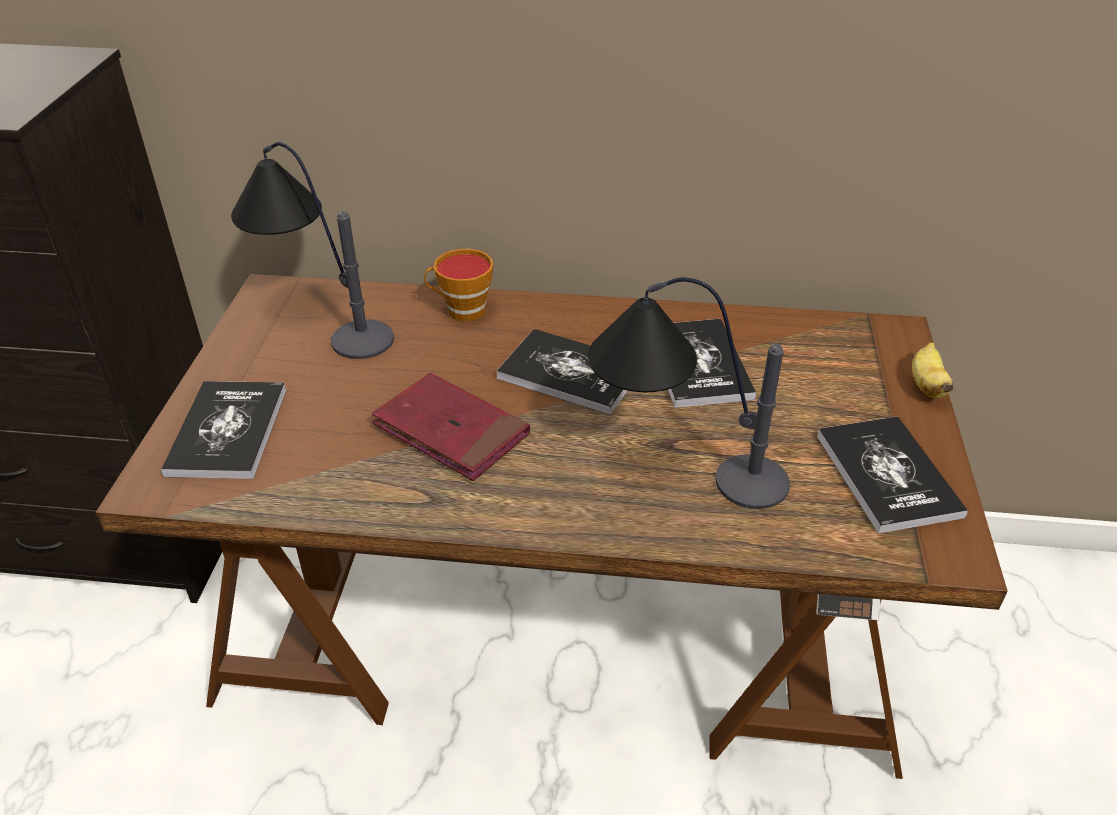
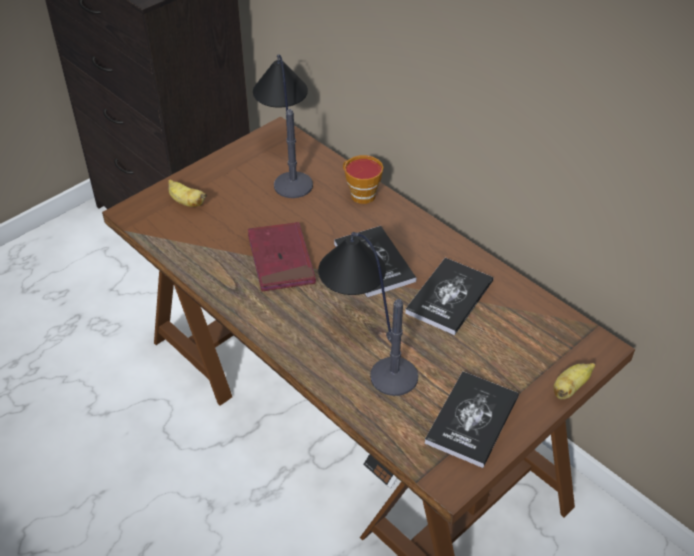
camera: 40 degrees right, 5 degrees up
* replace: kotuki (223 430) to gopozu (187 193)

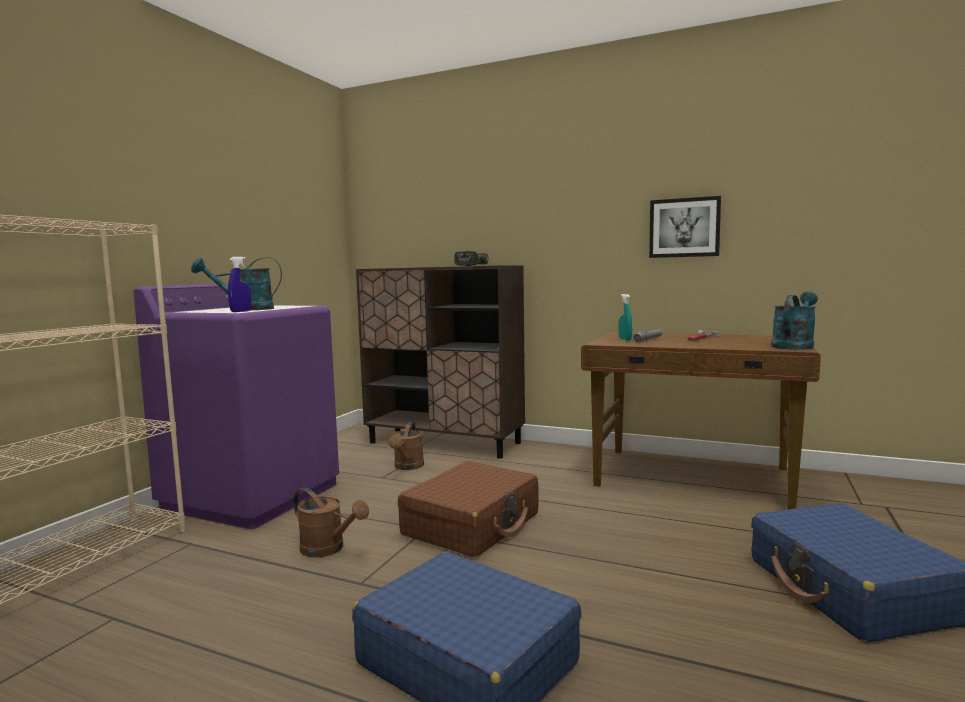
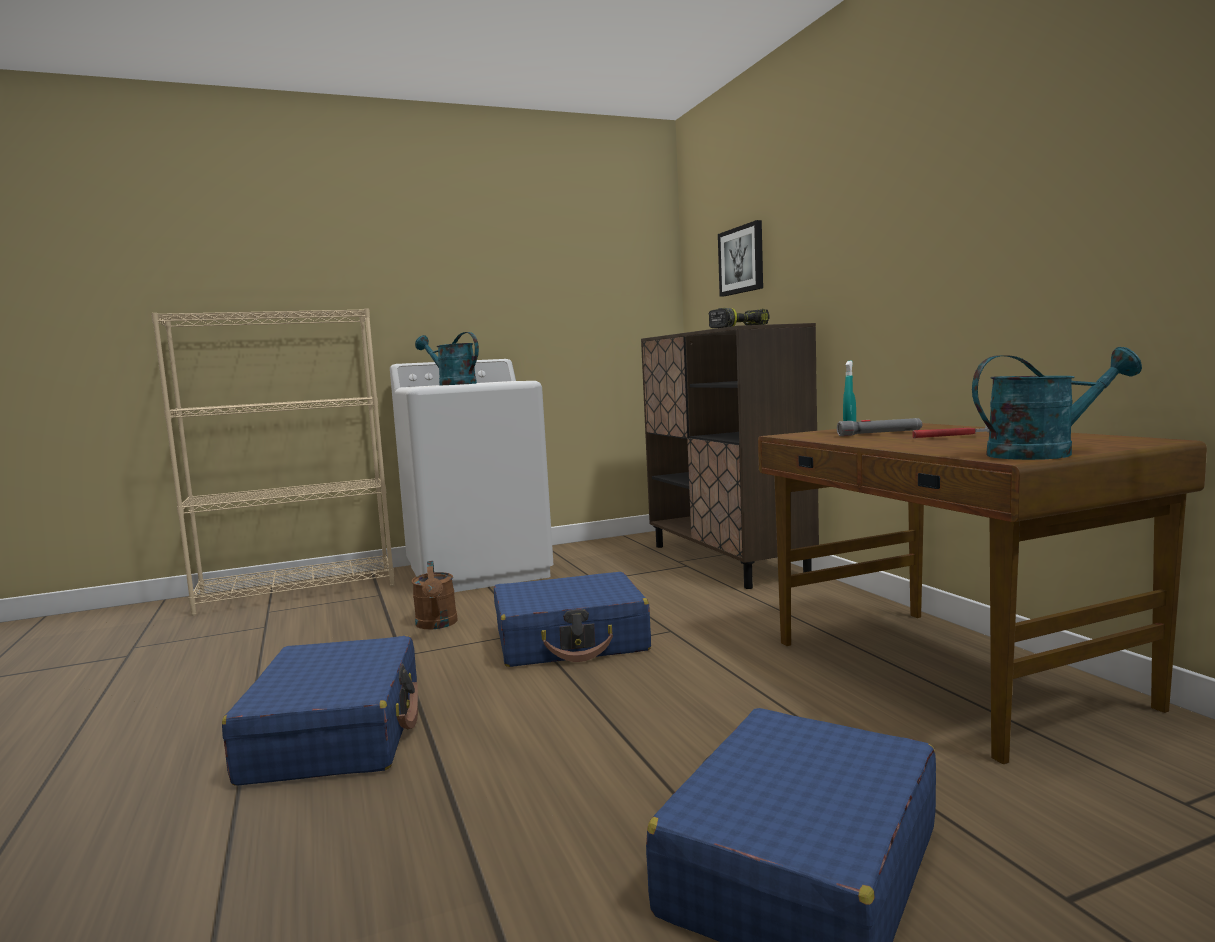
camera: 45 degrees right, 0 degrees up
* move: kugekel (685 227) to (740 258)
* delete: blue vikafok (239 284)
* recolor: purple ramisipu (236 406) to white ramisipu (472 475)
* delete: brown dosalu (406 446)
* recolor: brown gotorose (468 509) to blue gotorose (572 619)

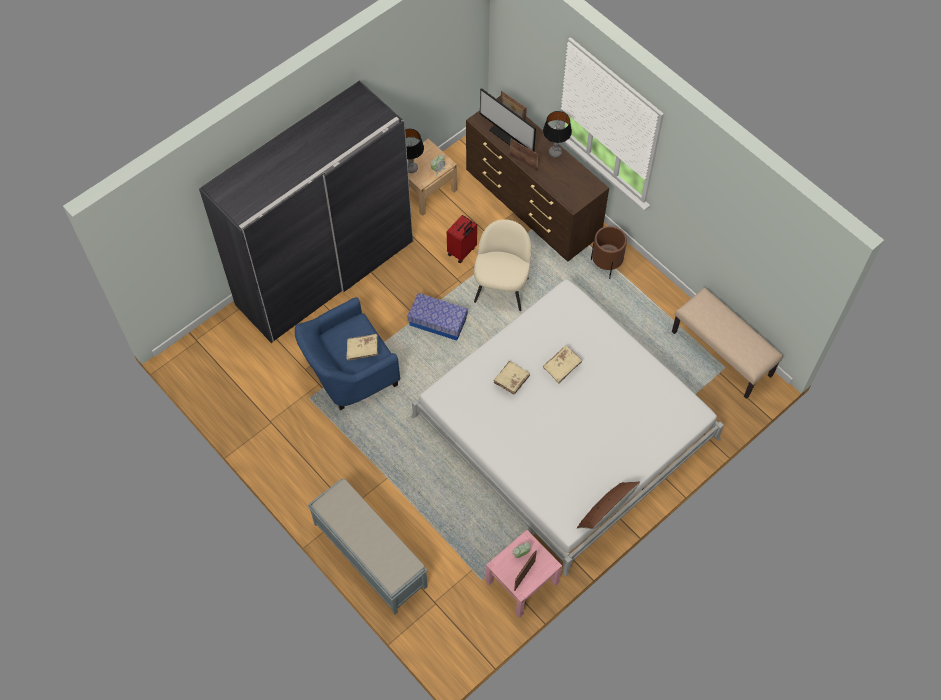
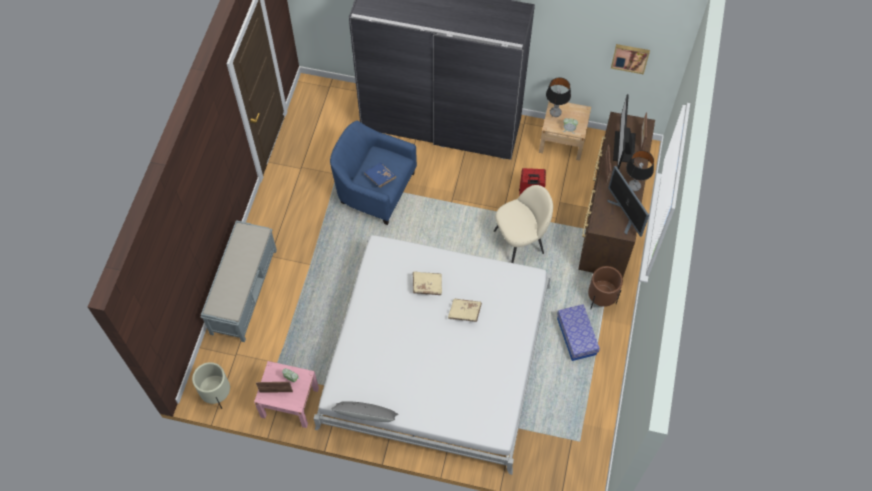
camera: 55 degrees right, 0 degrees up
* delete: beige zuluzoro (727 343)
* move: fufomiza (437 317) to (578 332)
* recolor: beige kotuki (362 347) to blue kotuki (380 175)
* recolor: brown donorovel (608 505) to grey donorovel (365 411)
* insert: kugekel (630 59)
* insert: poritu (628 201)
* insert: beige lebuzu (211 385)

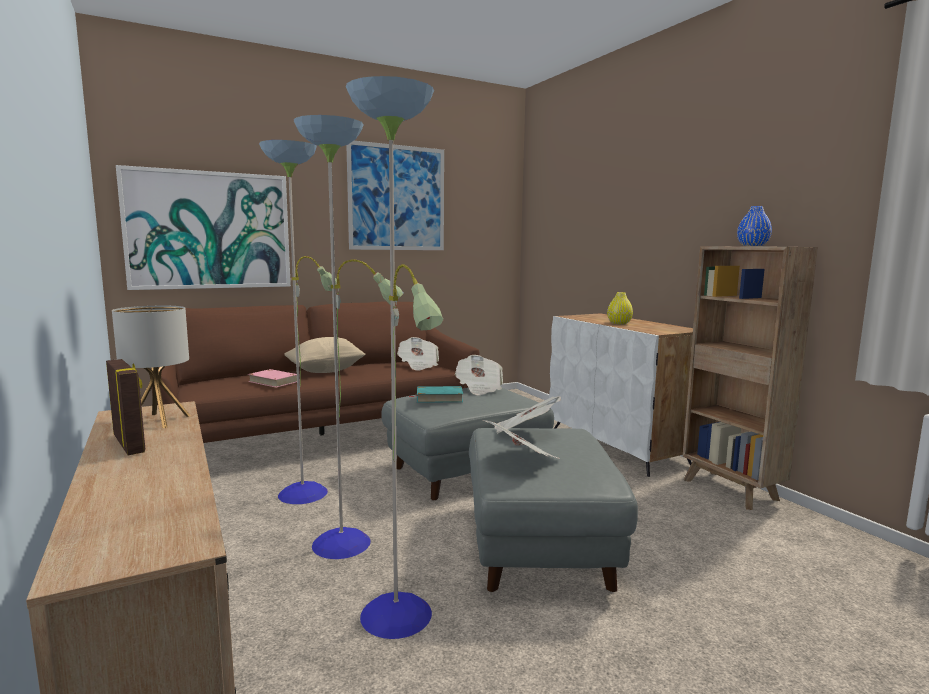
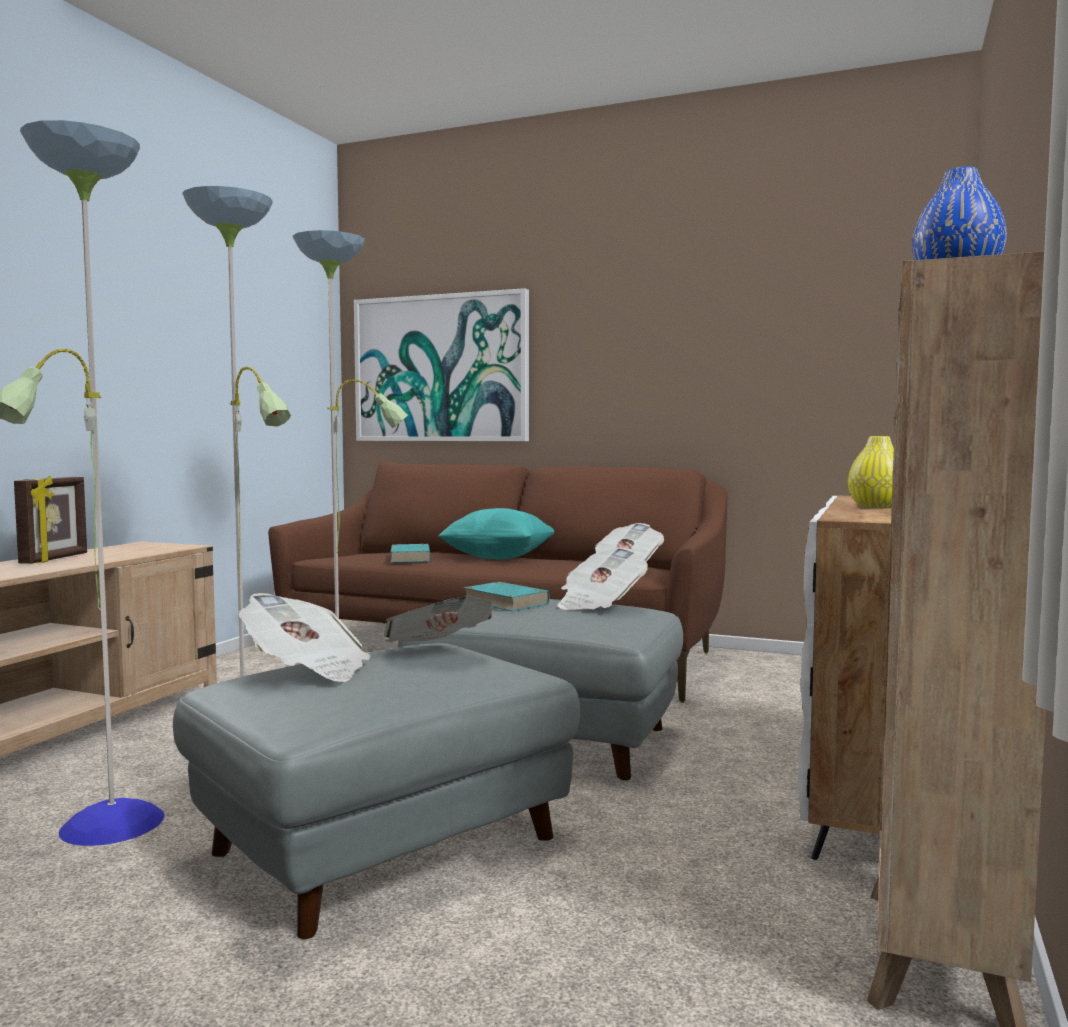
camera: 50 degrees right, 5 degrees down
* delete: kugekel (395 195)
* delete: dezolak (151 367)
* recolor: beige donorovel (324 355) to turquoise donorovel (496 533)
* recolor: pink kotuki (272 378) to turquoise kotuki (410 553)

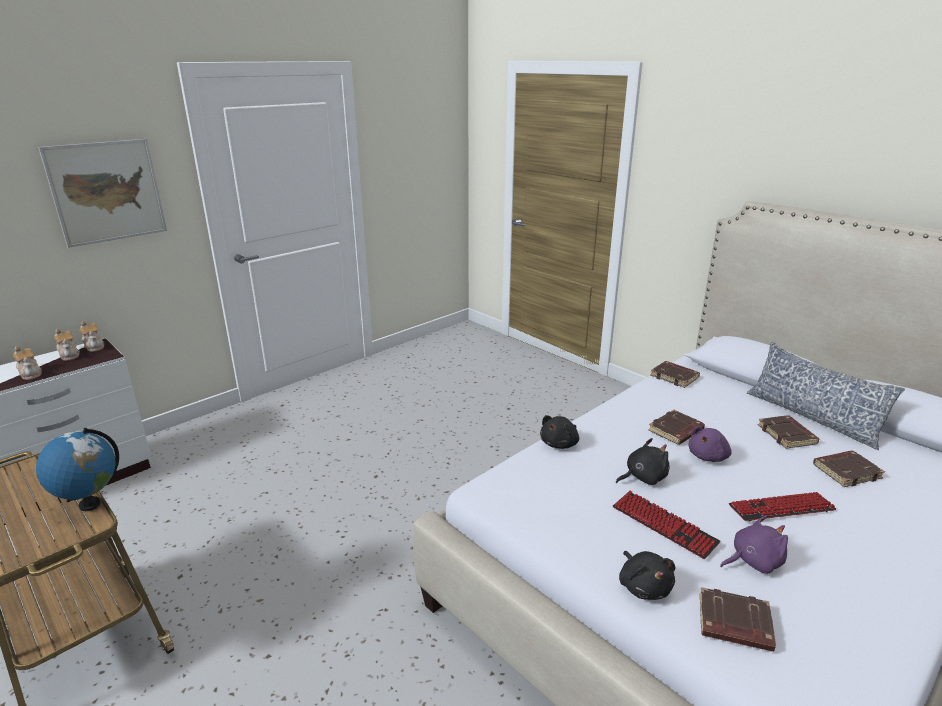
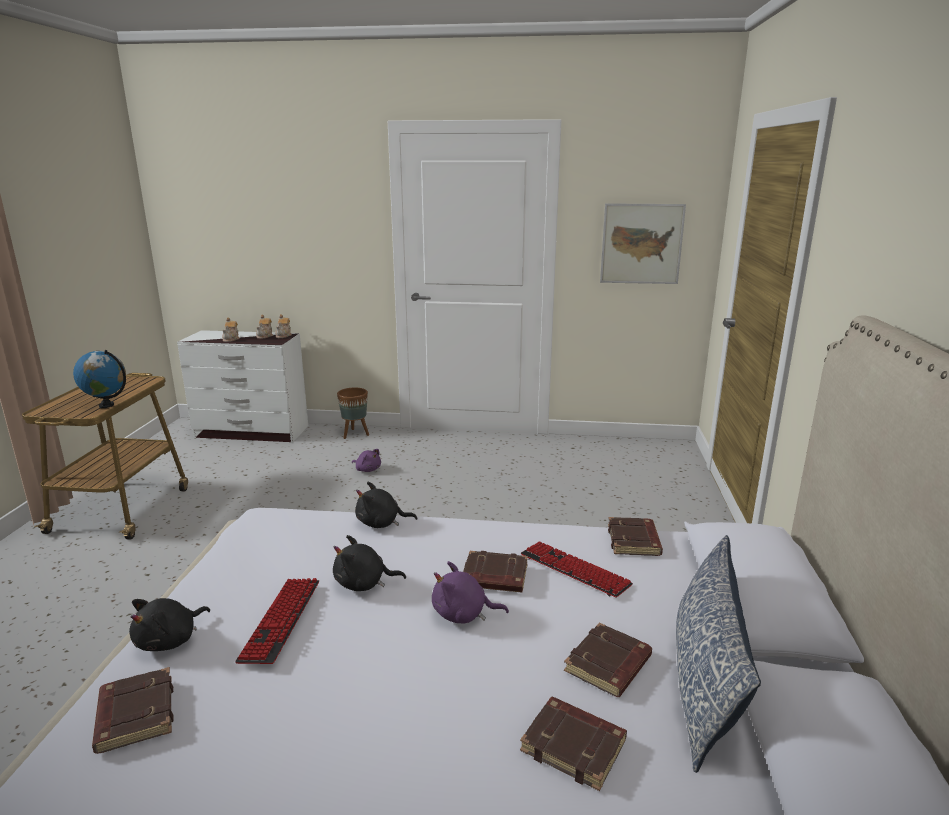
camera: 50 degrees right, 5 degrees down
* move: kugekel (102 193) to (643 243)
* rotate: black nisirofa (642 461) = (369 563) 150 degrees clockwise
* move: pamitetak (782 506) to (577 569)
* move: purple nisirofa (754 544) to (366 460)
* insert: brown lebuzu (353 413)

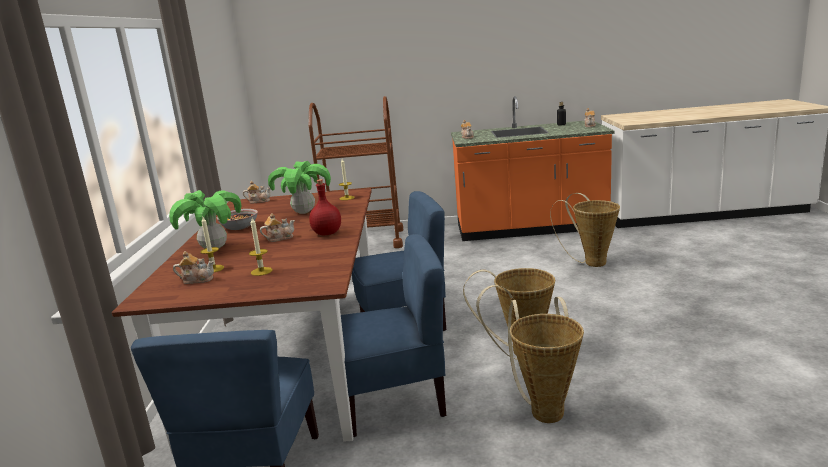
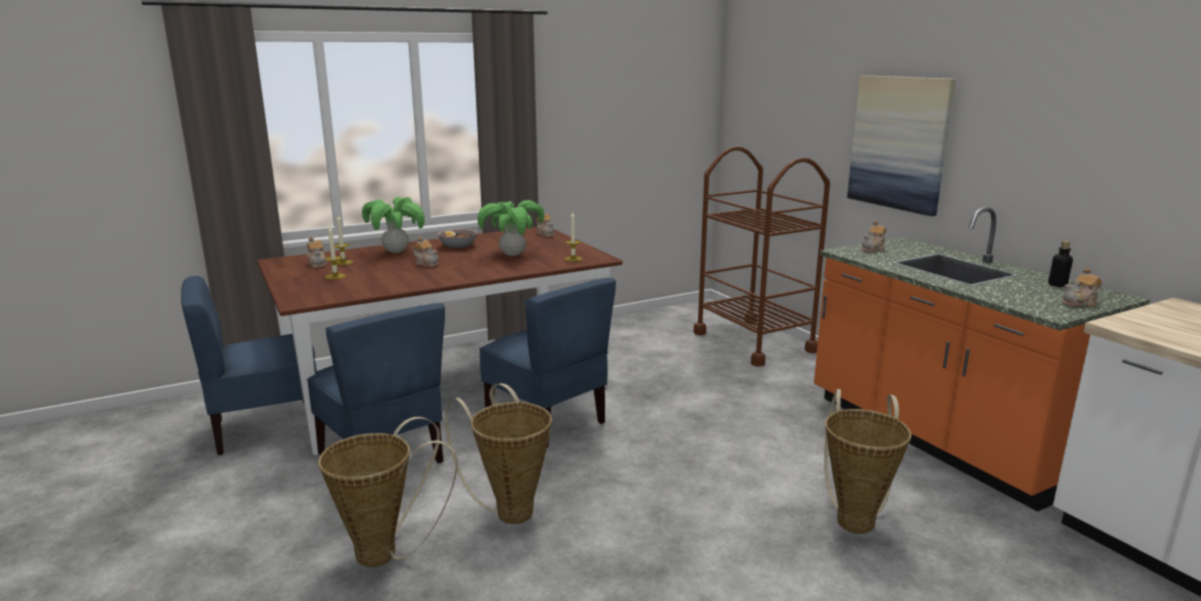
camera: 60 degrees right, 0 degrees up
* delete: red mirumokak (325 207)
* insert: kugekel (901 145)

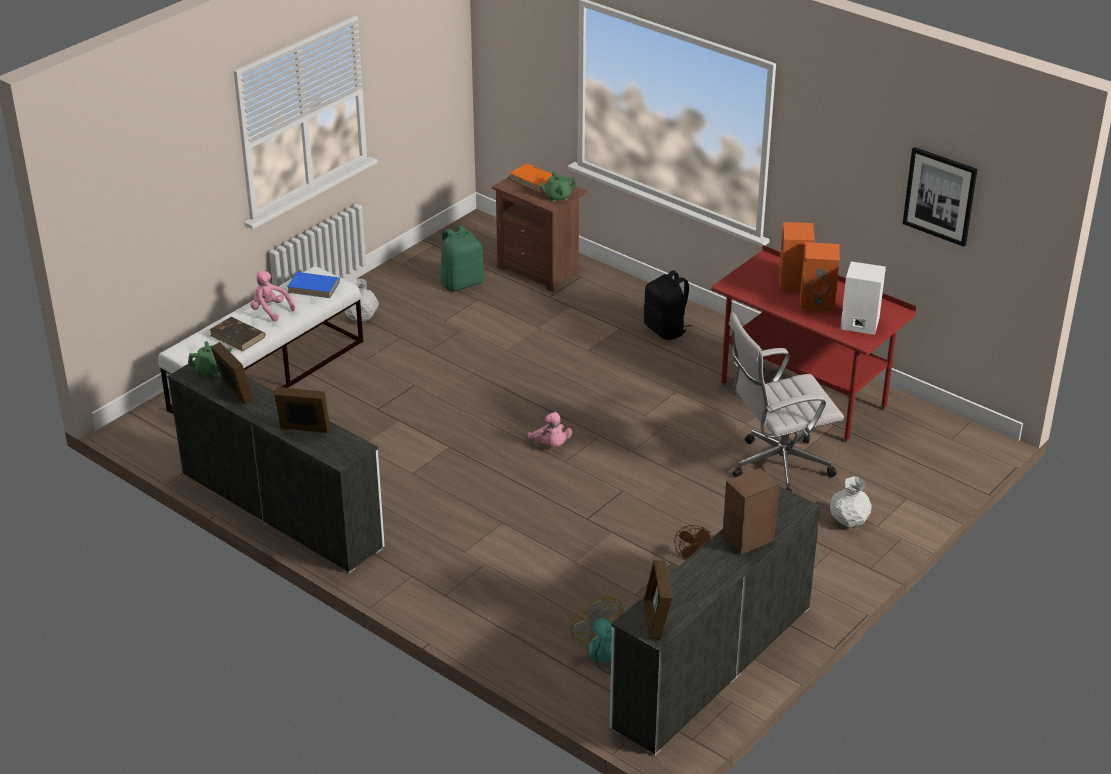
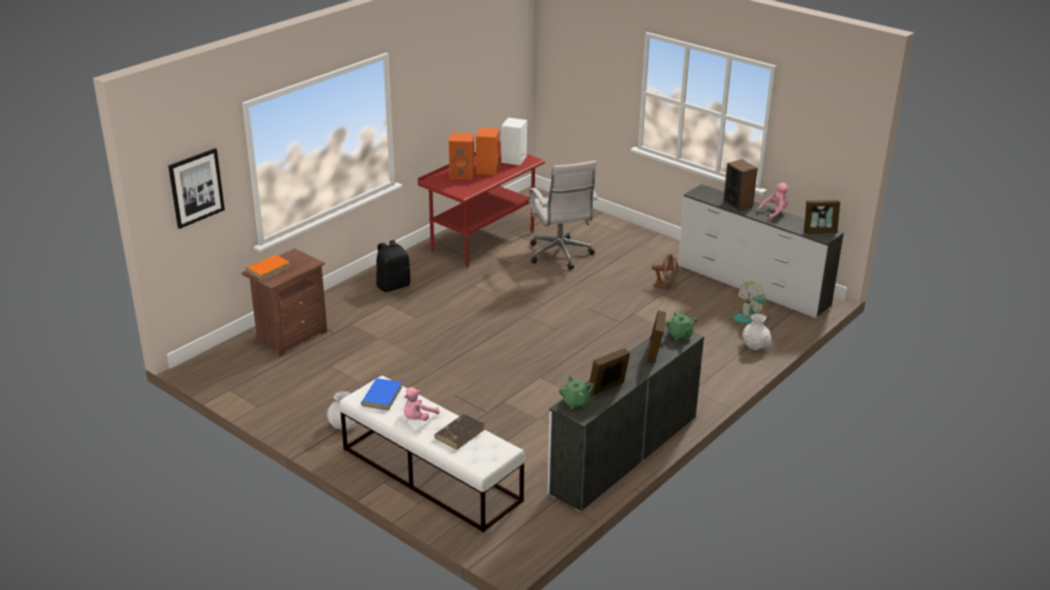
camera: 90 degrees left, 5 degrees down
* move: kugekel (940 197) to (196 188)
* move: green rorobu (558 187) to (681 325)
* delete: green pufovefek (462 258)
* move: pink nisirofa (550 429) to (773 201)
* move: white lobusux (851 501) to (757 331)

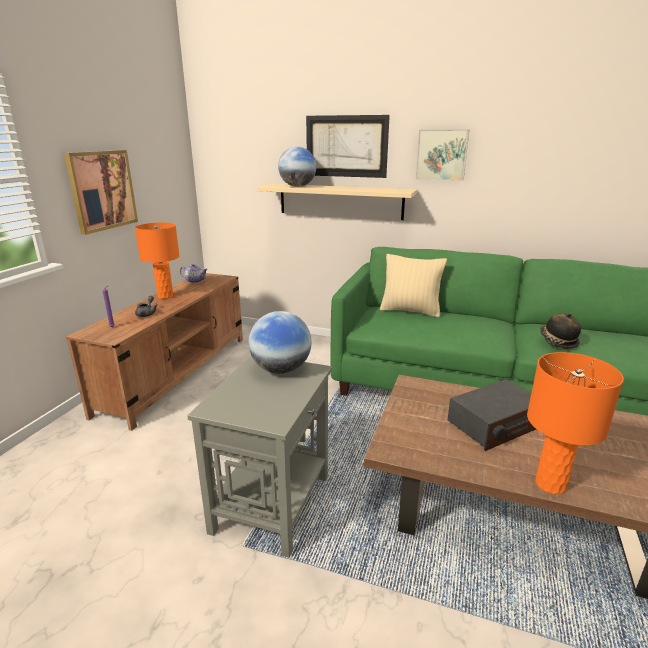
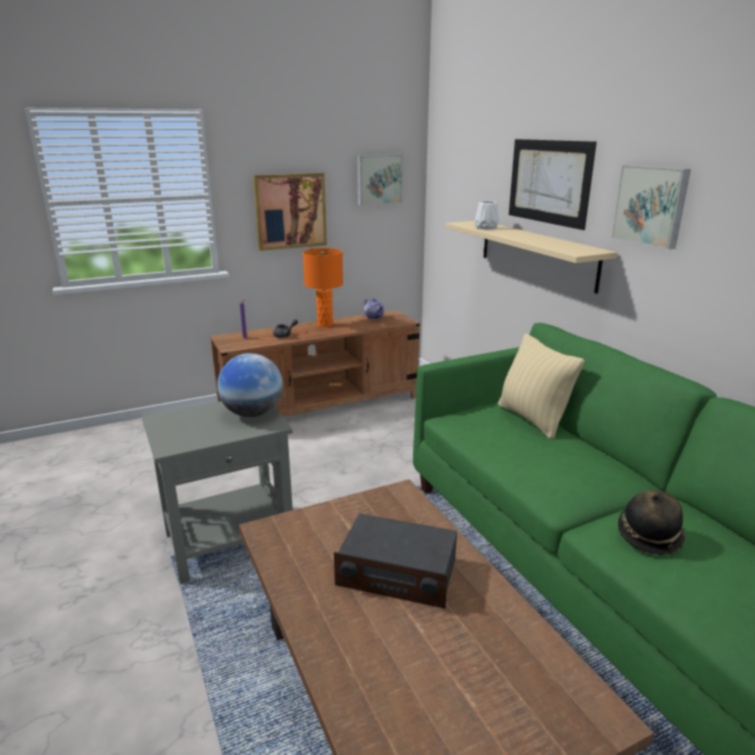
camera: 45 degrees right, 0 degrees up
* replace: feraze (297 167) to white lobusux (487 215)
* delete: orange dezolak (575 423)
* insert: kugekel (380 180)

